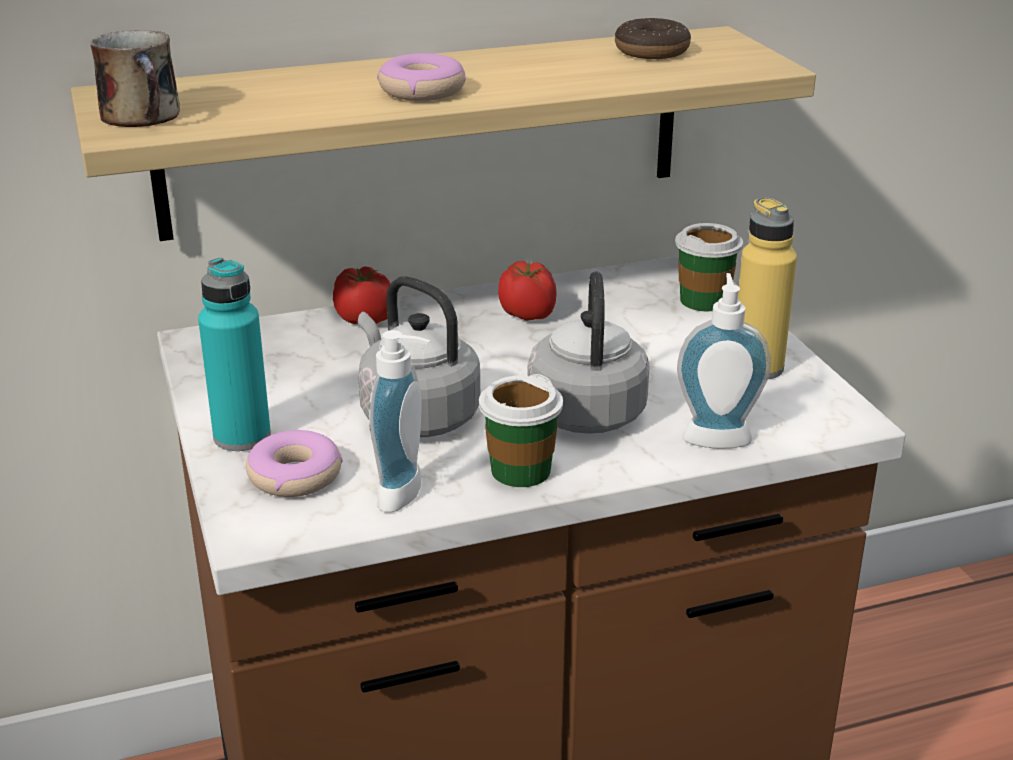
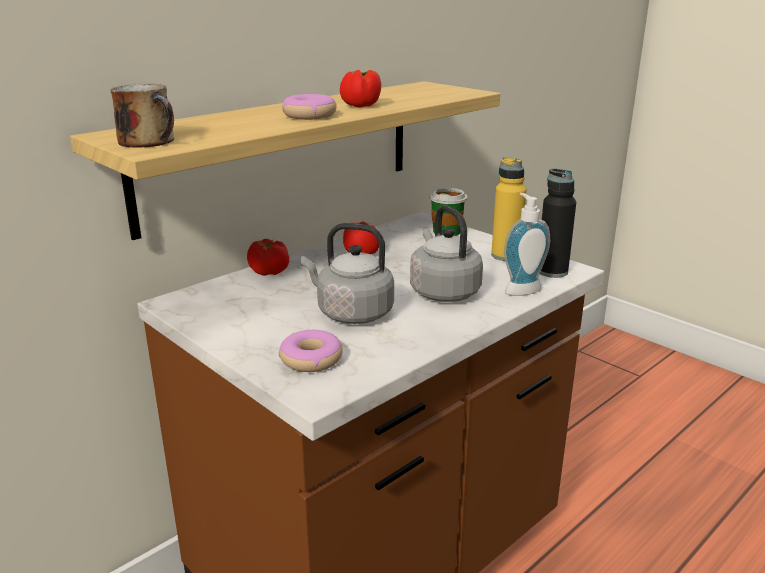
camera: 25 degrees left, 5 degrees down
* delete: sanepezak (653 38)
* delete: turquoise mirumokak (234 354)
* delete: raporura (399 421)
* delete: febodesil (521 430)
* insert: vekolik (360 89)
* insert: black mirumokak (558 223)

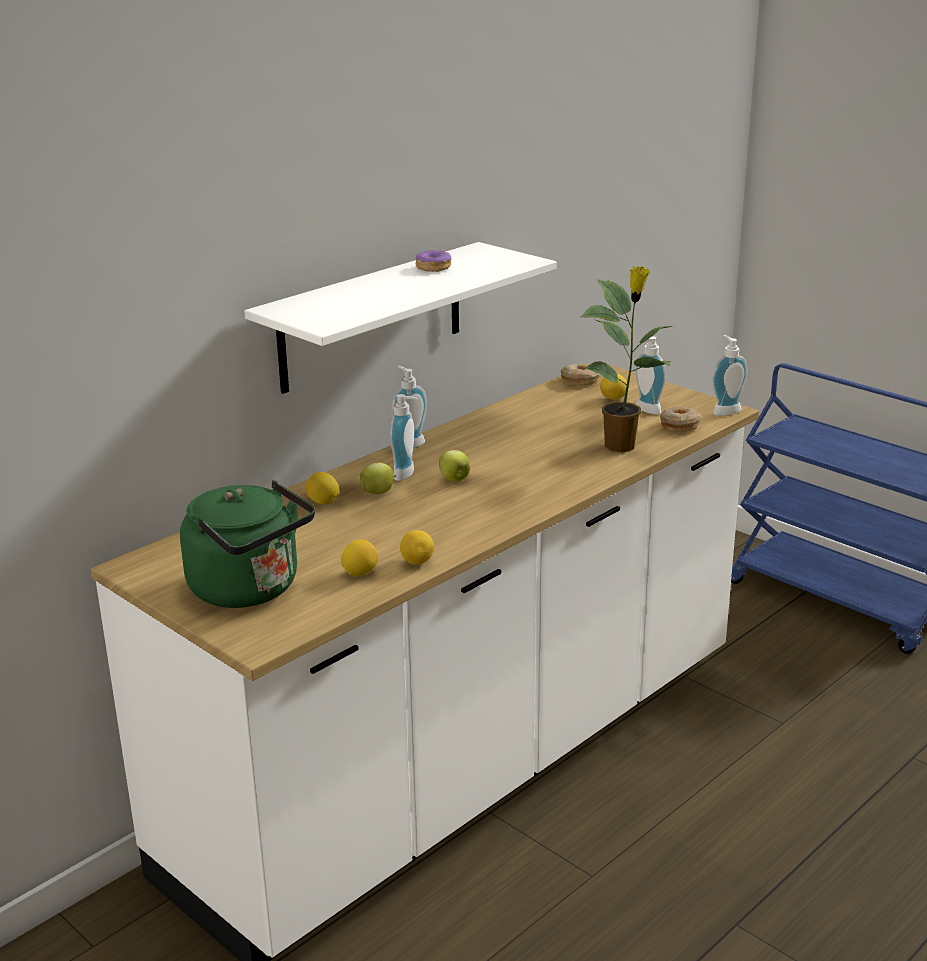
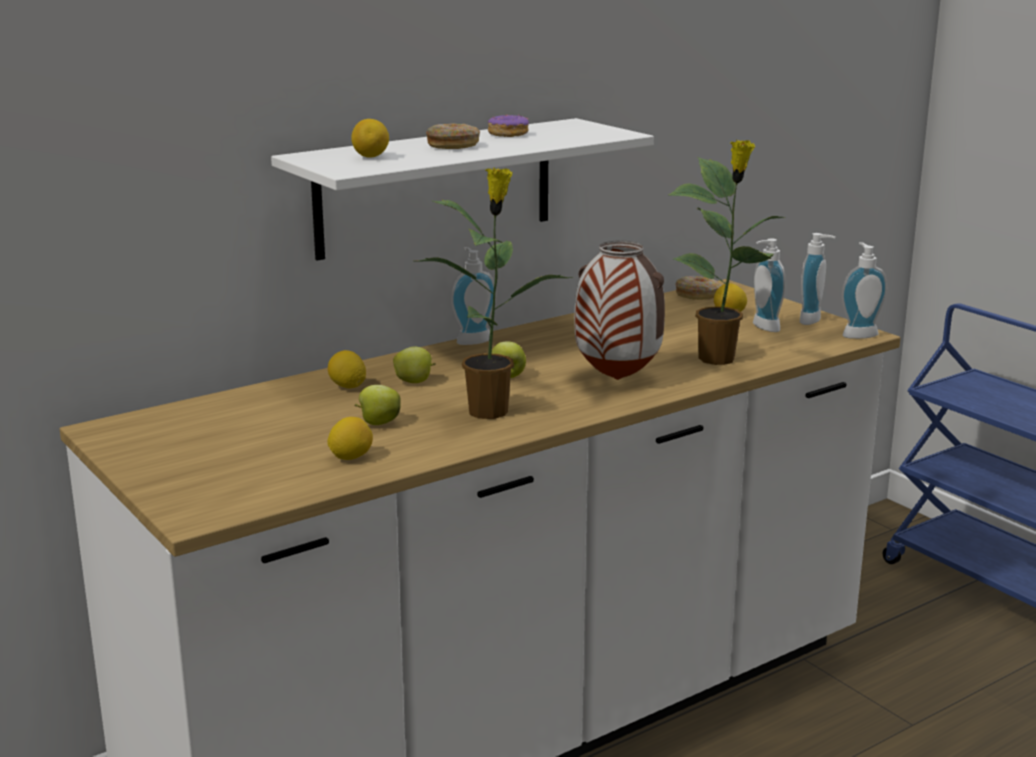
camera: 10 degrees right, 5 degrees down
* move: raporura (404 437) to (818 279)
* move: sanepezak (681 419) to (453 136)
* delete: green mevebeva (247 544)
* move: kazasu (417 547) to (370 138)
* insert: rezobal (494 293)
* insert: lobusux (619 310)
* insert: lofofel (377 405)

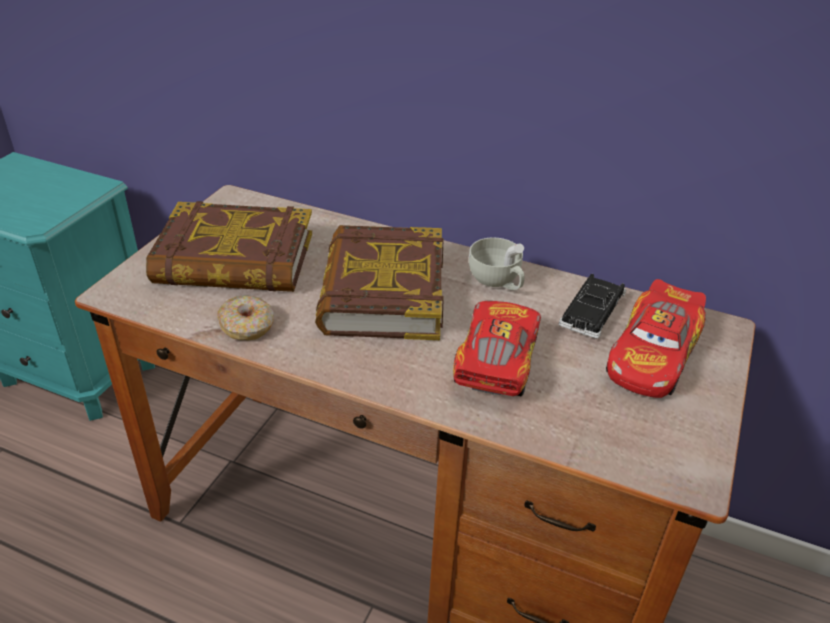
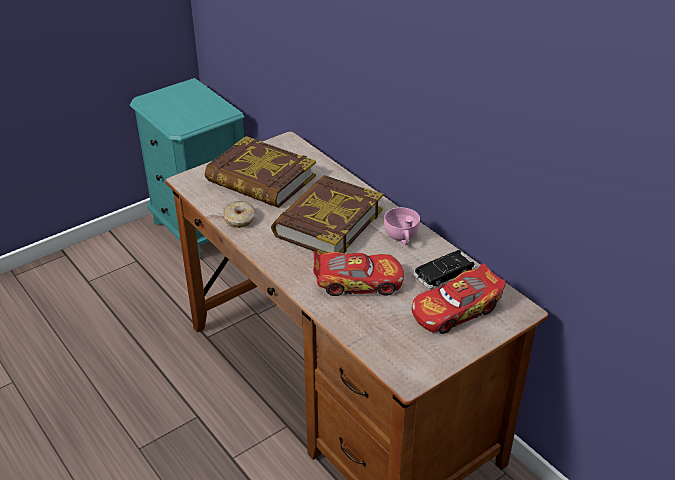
camera: 30 degrees right, 0 degrees up
* recolor: white febodesil (497 264) to pink febodesil (402 226)
* rotate: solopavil (497 348) = (358 273) 45 degrees clockwise

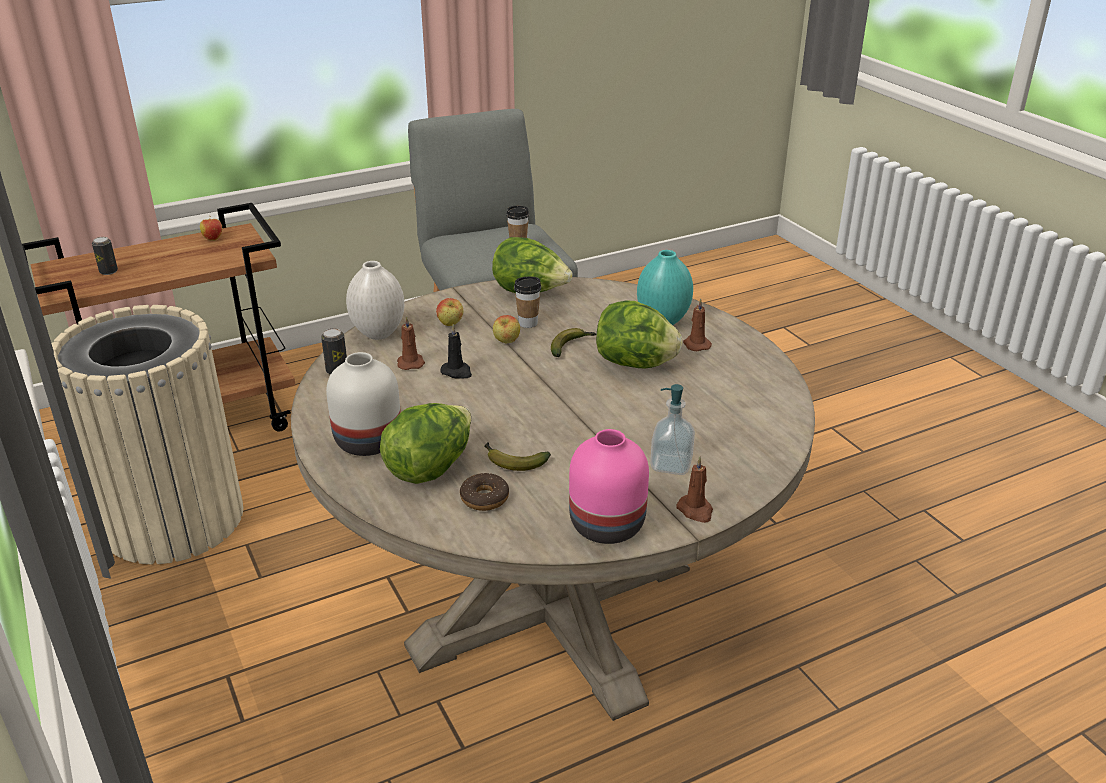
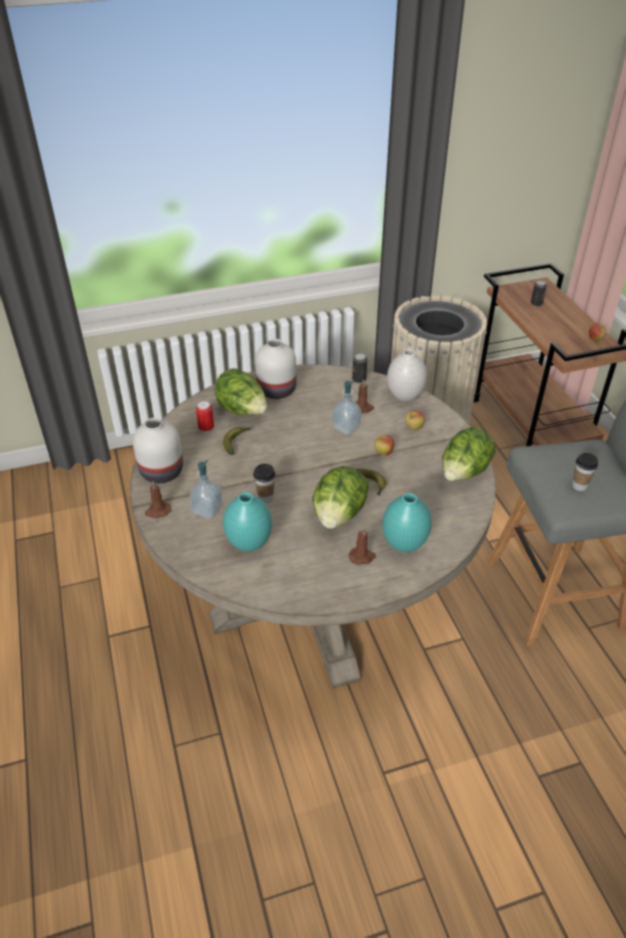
camera: 100 degrees right, 10 degrees up
* move: febodesil (527 302) to (264 483)
* replace: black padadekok (456 351) to raporura (347 408)
* recolor: pink lobusux (609 486) to white lobusux (158 450)
* replace: sanepezak (484 492) to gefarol (205 417)
* insert: turquoise lobusux (247 521)

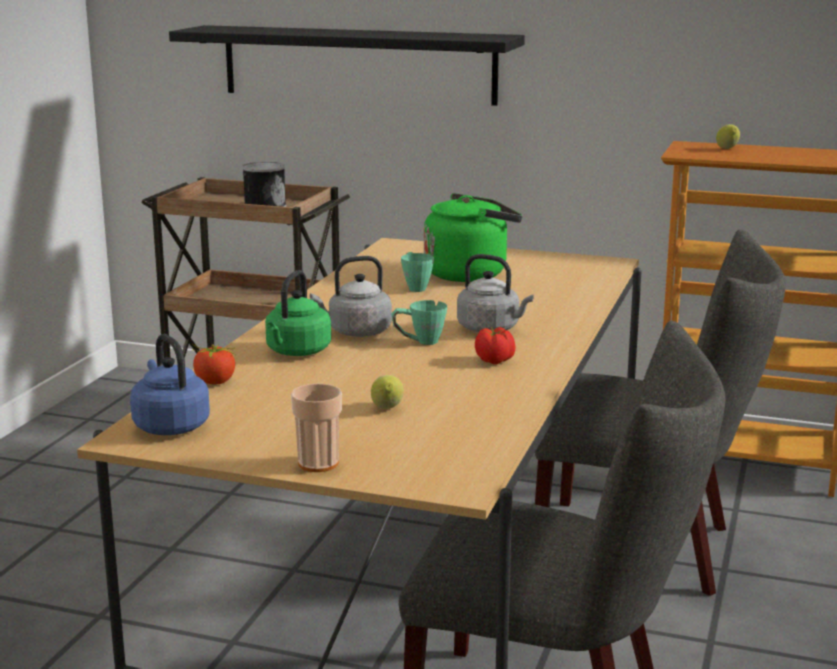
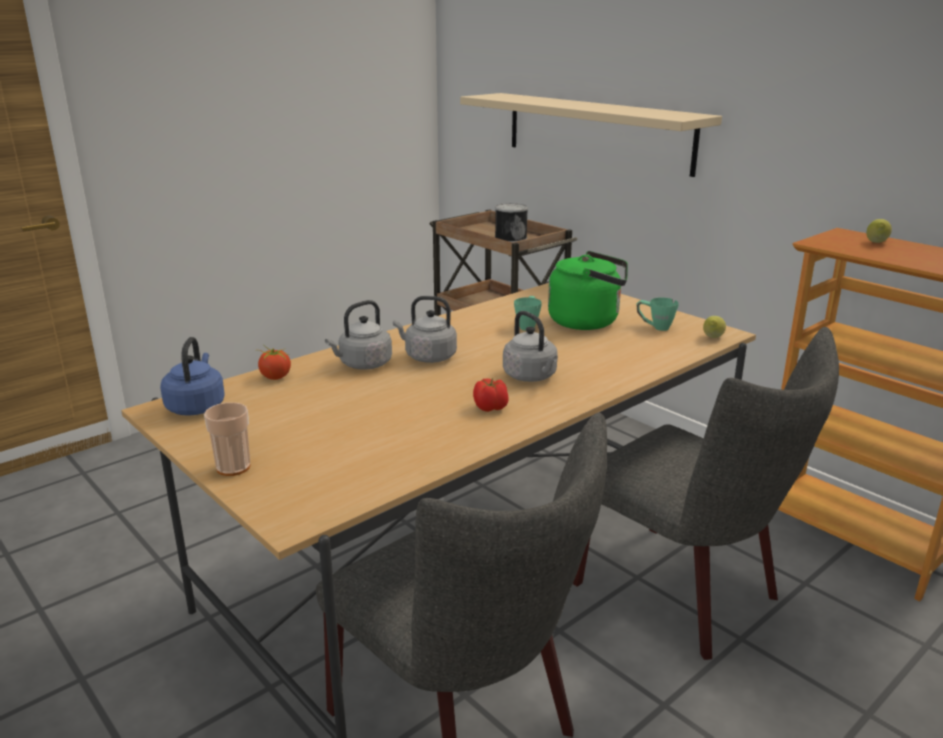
camera: 30 degrees right, 5 degrees up
* recolor: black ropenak (347 65) to beige ropenak (591 135)
* recolor: green mevebeva (298 313) to grey mevebeva (358 335)
* move: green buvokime (419 322) to (658 314)
* move: kazasu (387 392) to (714 327)

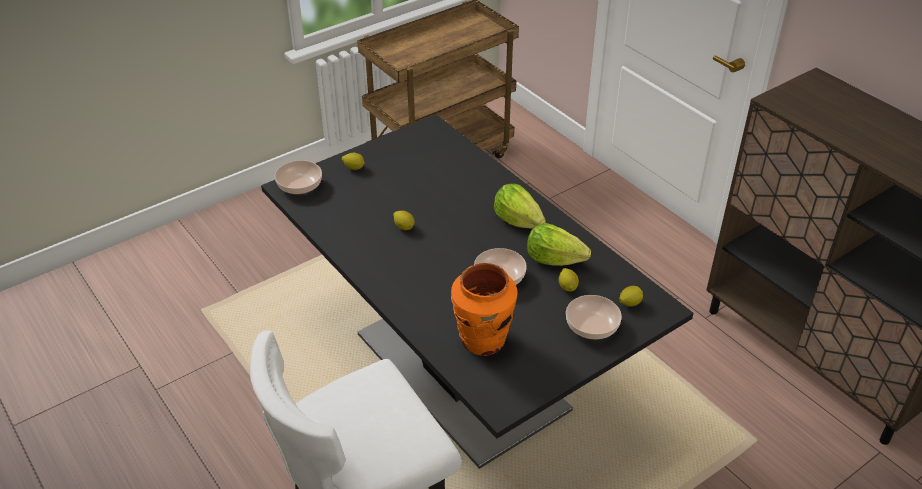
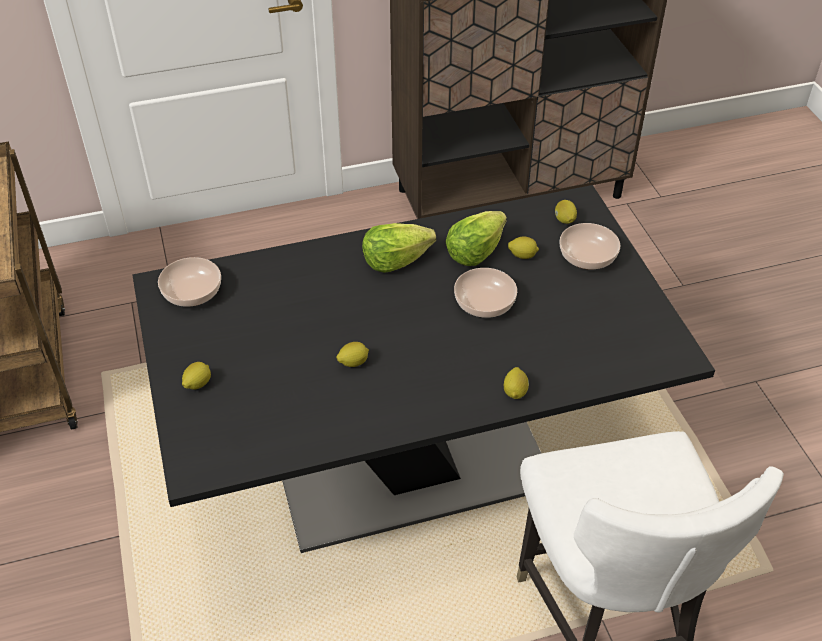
camera: 70 degrees left, 5 degrees up
* move: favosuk (298 177) to (189 282)
* delete: orange lobusux (484 309)
* insert: kazasu (516 383)

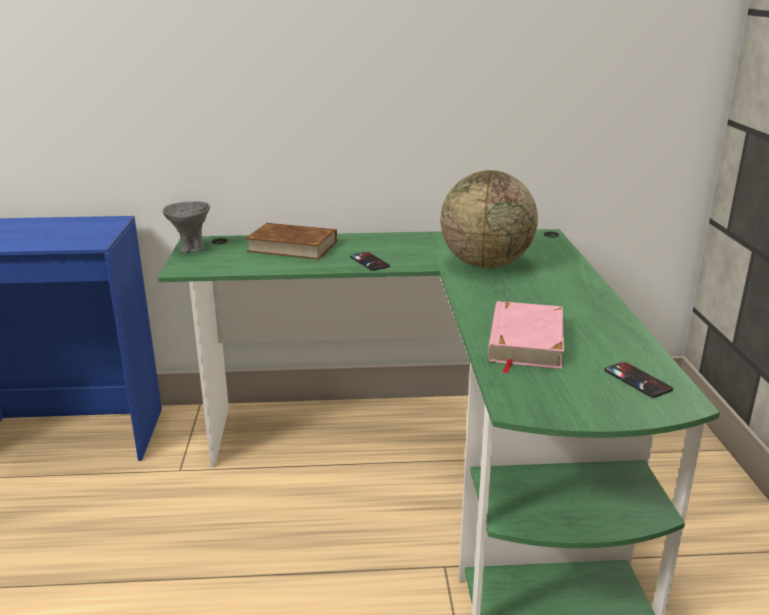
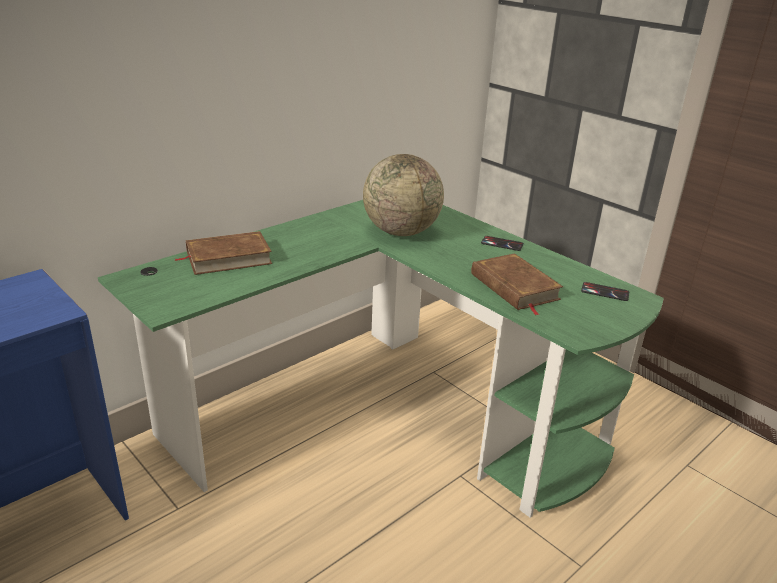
camera: 40 degrees left, 5 degrees up
* delete: grey favosuk (186 227)
* move: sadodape (370 261) to (502 243)
* recolor: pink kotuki (526 337) to brown kotuki (517 284)

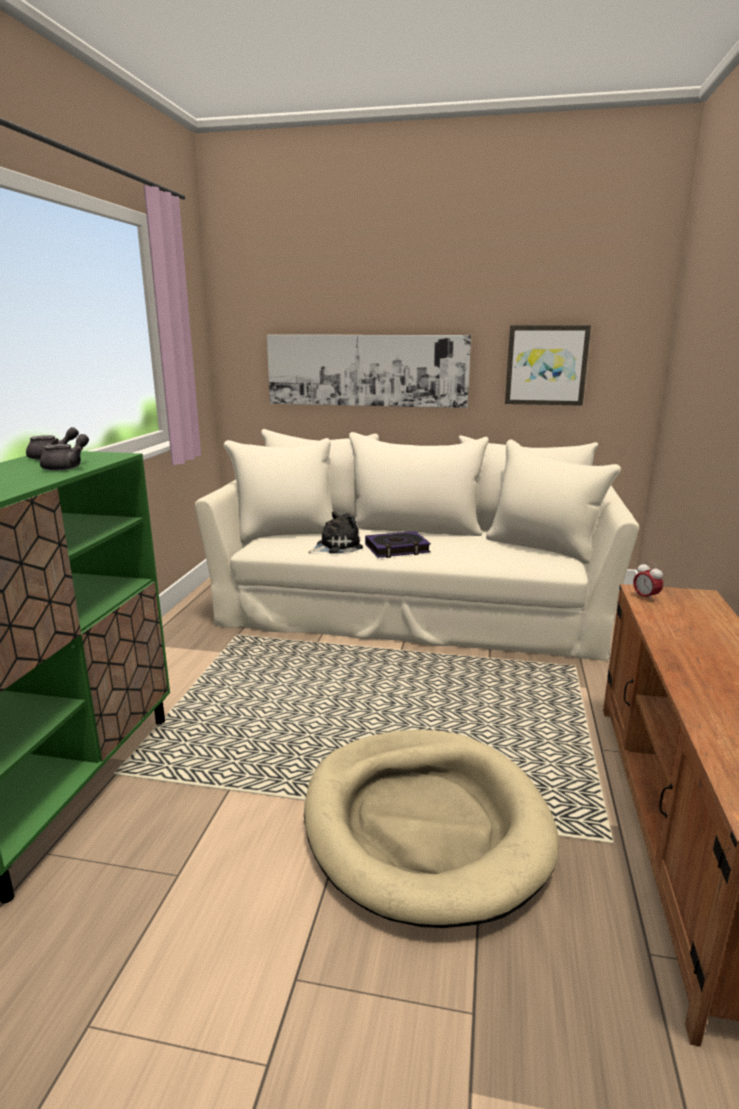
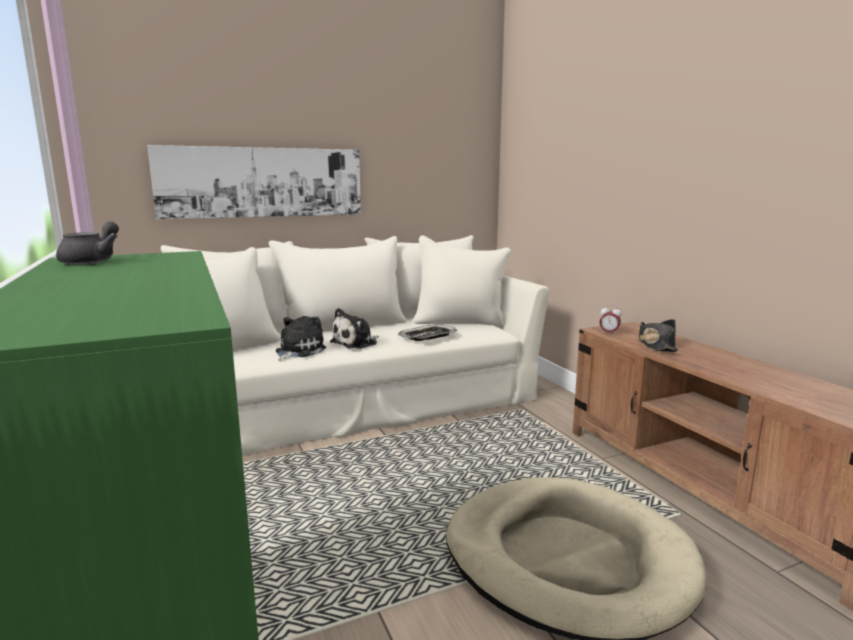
camera: 35 degrees left, 5 degrees down
* delete: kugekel (548 365)
* delete: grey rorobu (64 452)
* replace: kotuki (398 544) to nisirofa (354 328)
* insert: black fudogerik (658 335)
* insert: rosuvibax (428 332)

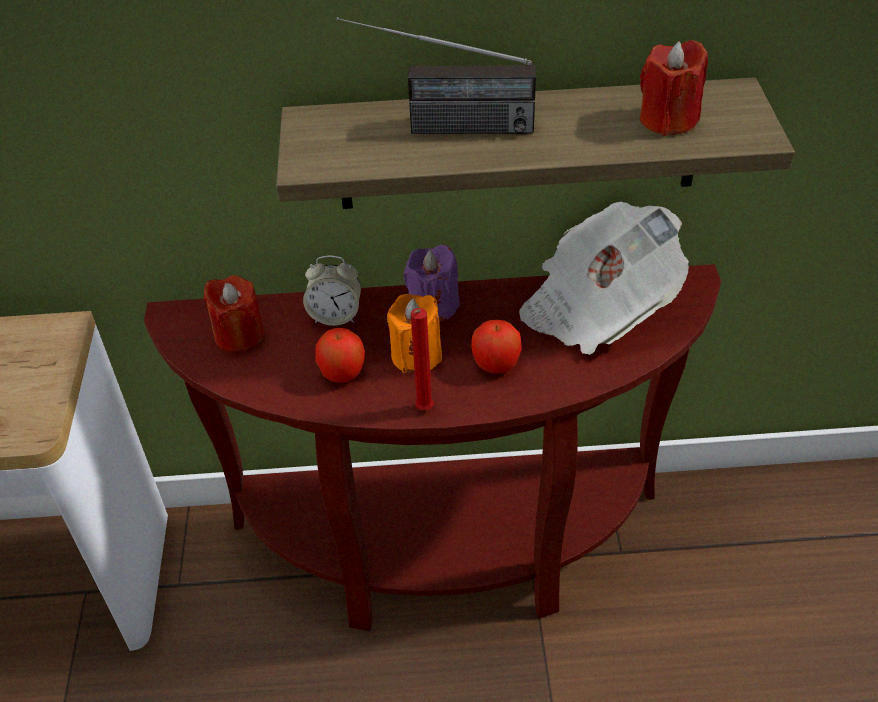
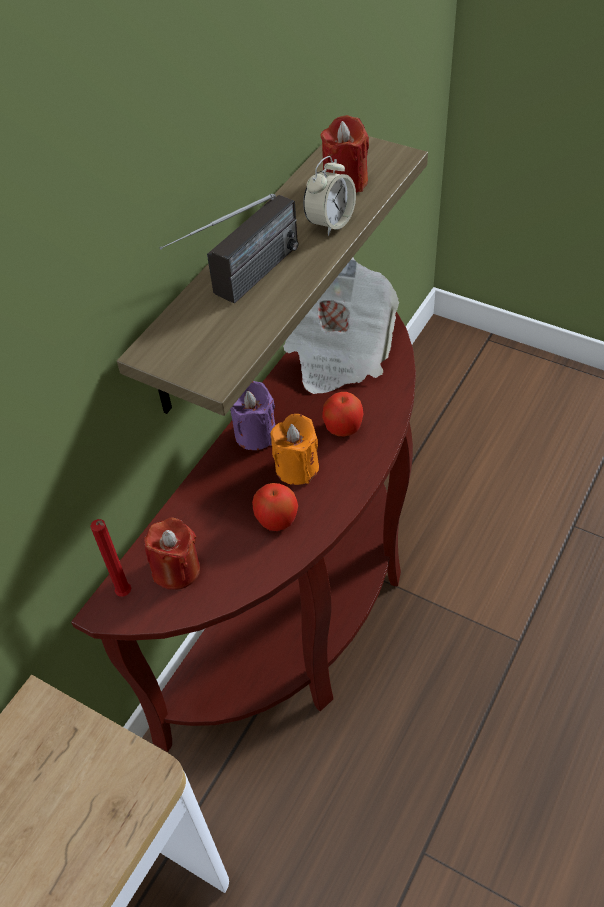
camera: 55 degrees left, 5 degrees up
* move: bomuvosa (332 291) to (329 196)
* move: red padadekok (422 359) to (110 558)

